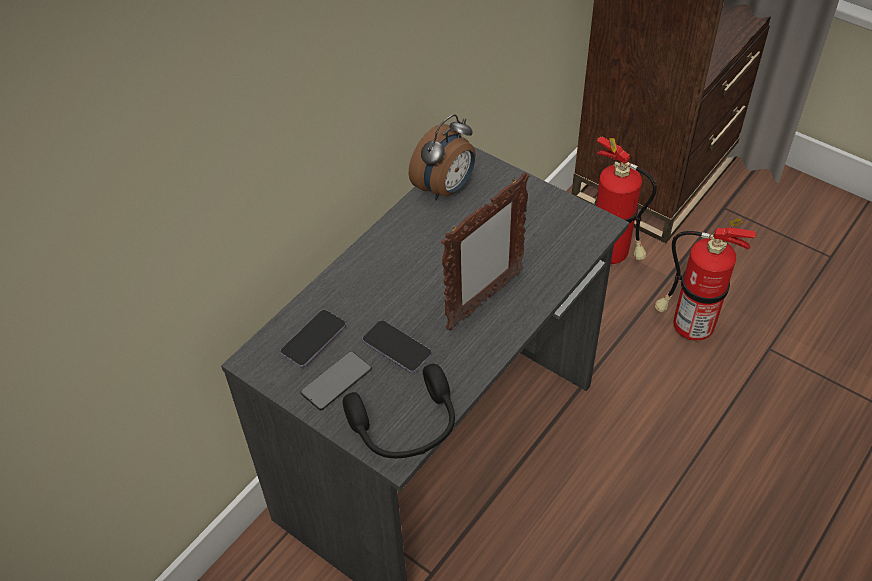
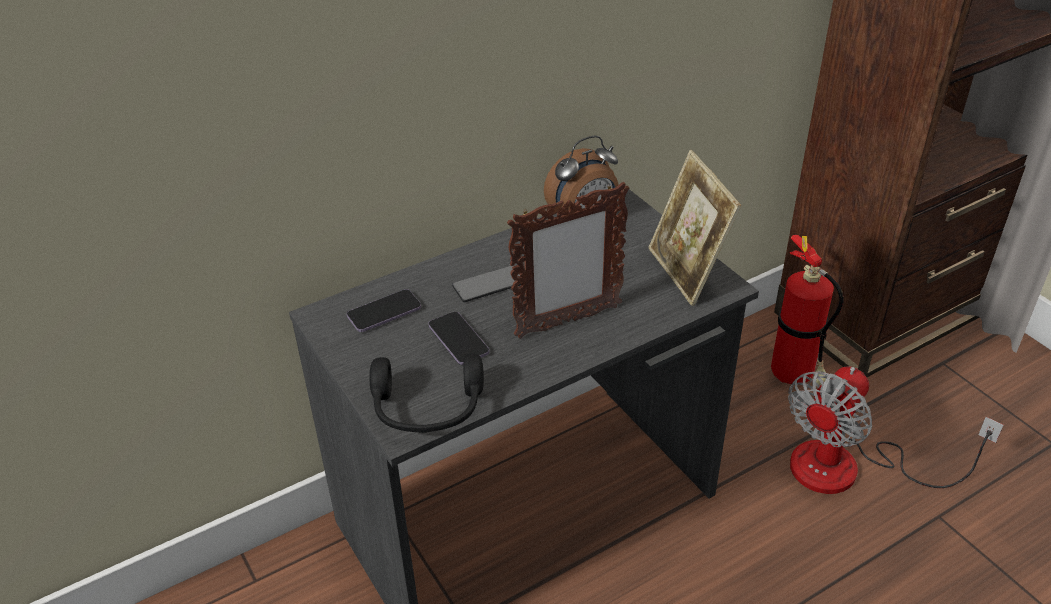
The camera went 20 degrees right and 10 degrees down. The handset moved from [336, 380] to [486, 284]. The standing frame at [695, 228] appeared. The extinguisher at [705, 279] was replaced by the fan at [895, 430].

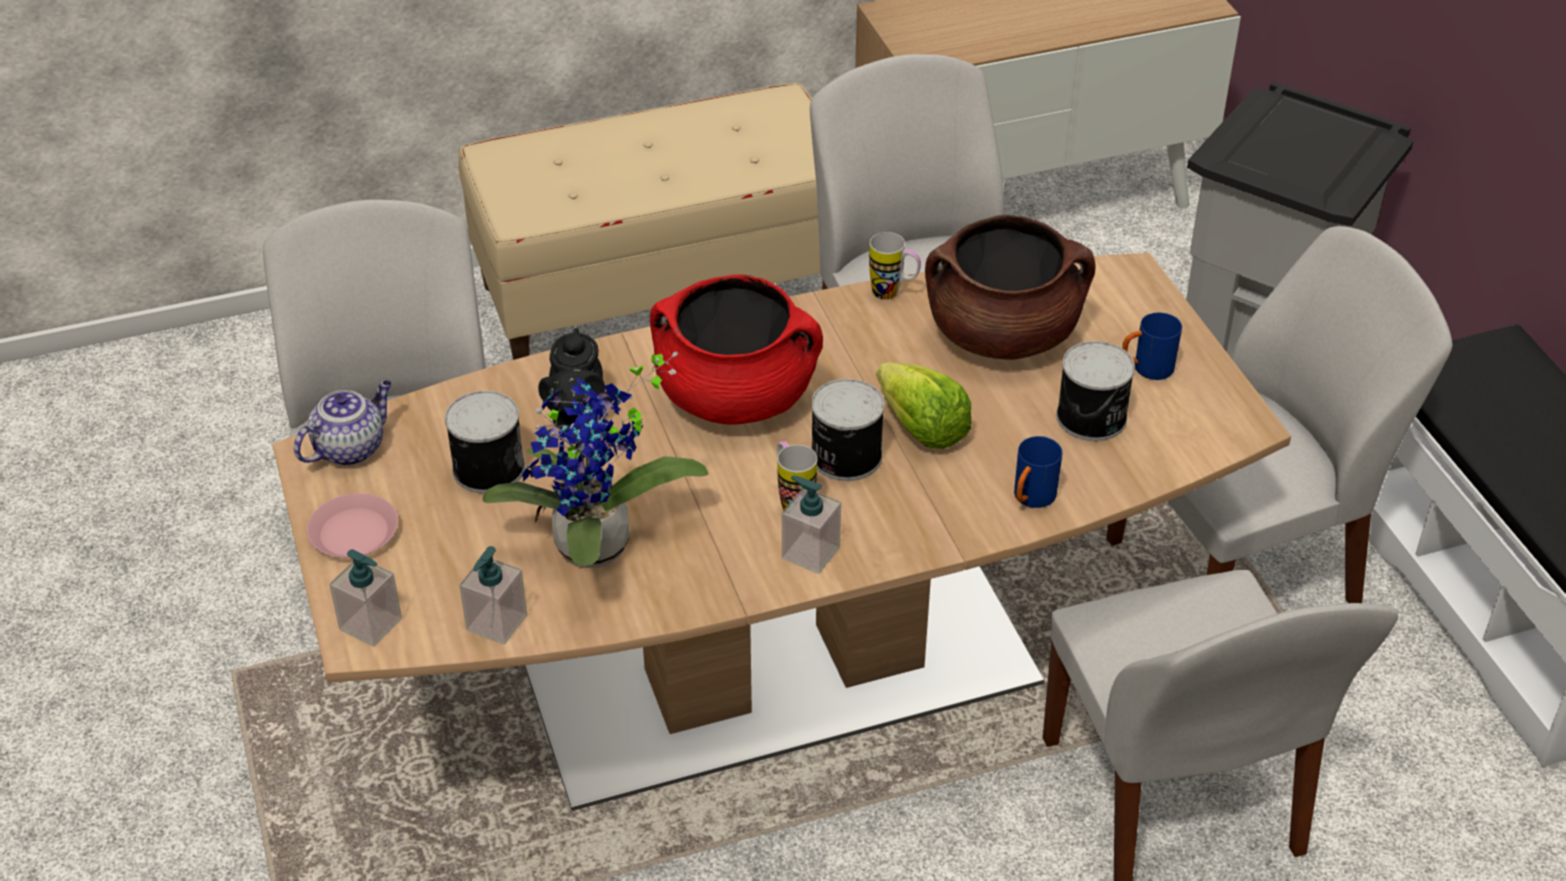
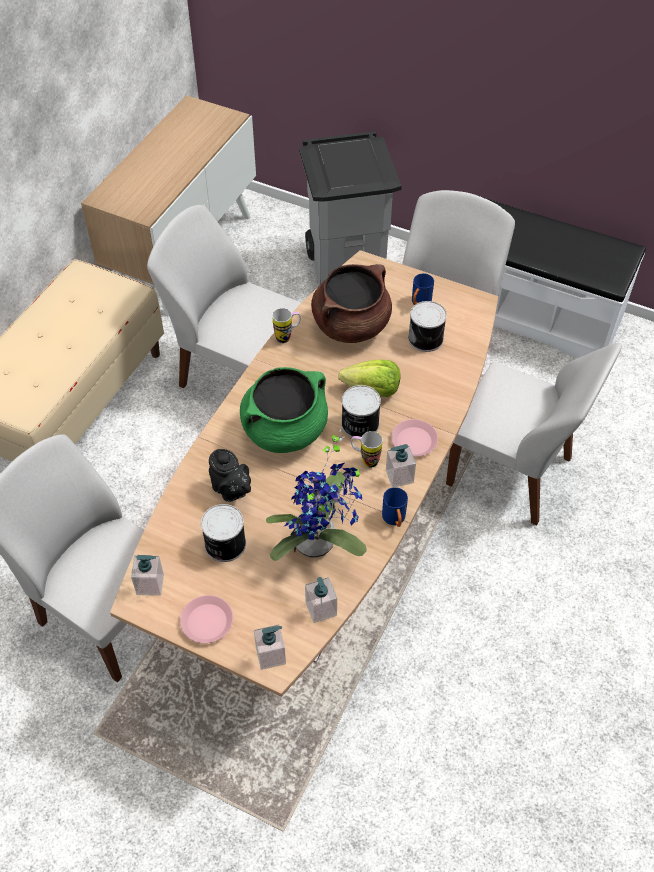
The camera went 45 degrees left and 10 degrees up. The teapot at [343, 423] was replaced by the soap bottle at [147, 575]. The red-coloured stockpot at [736, 349] became the green-coloured stockpot at [284, 410]. The blue coffee mug moved from [1038, 472] to [395, 507]. The pink-coloured flat dish at [414, 438] appeared.

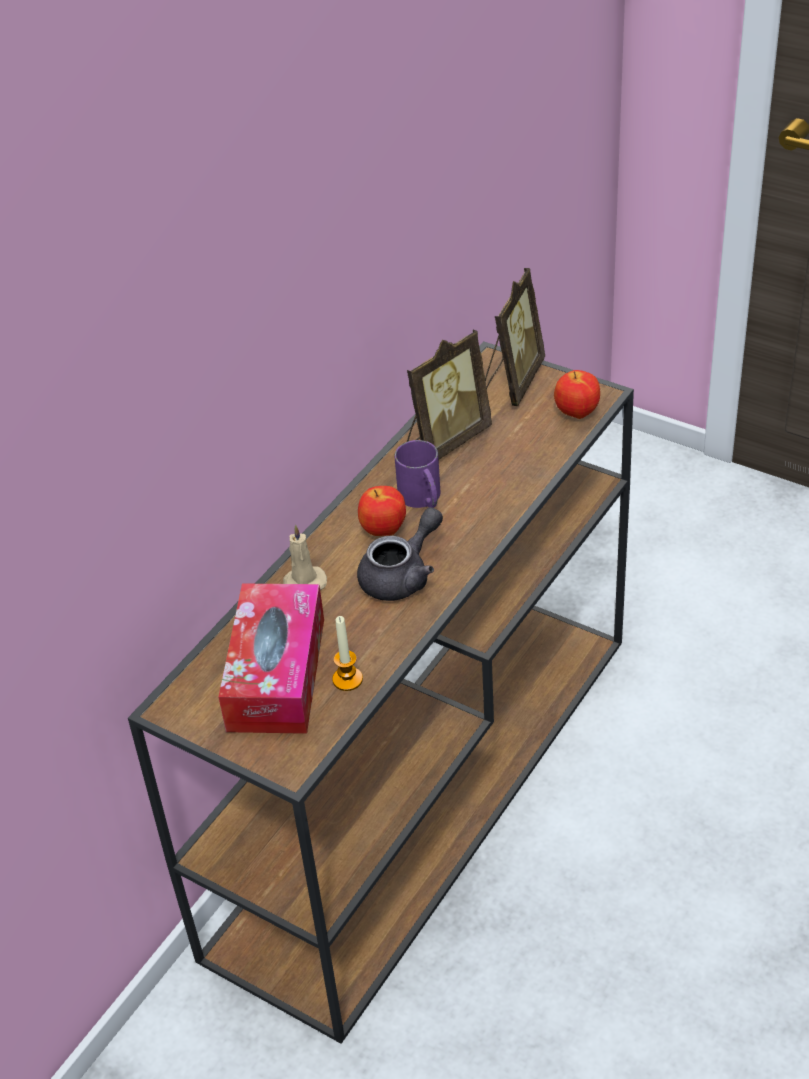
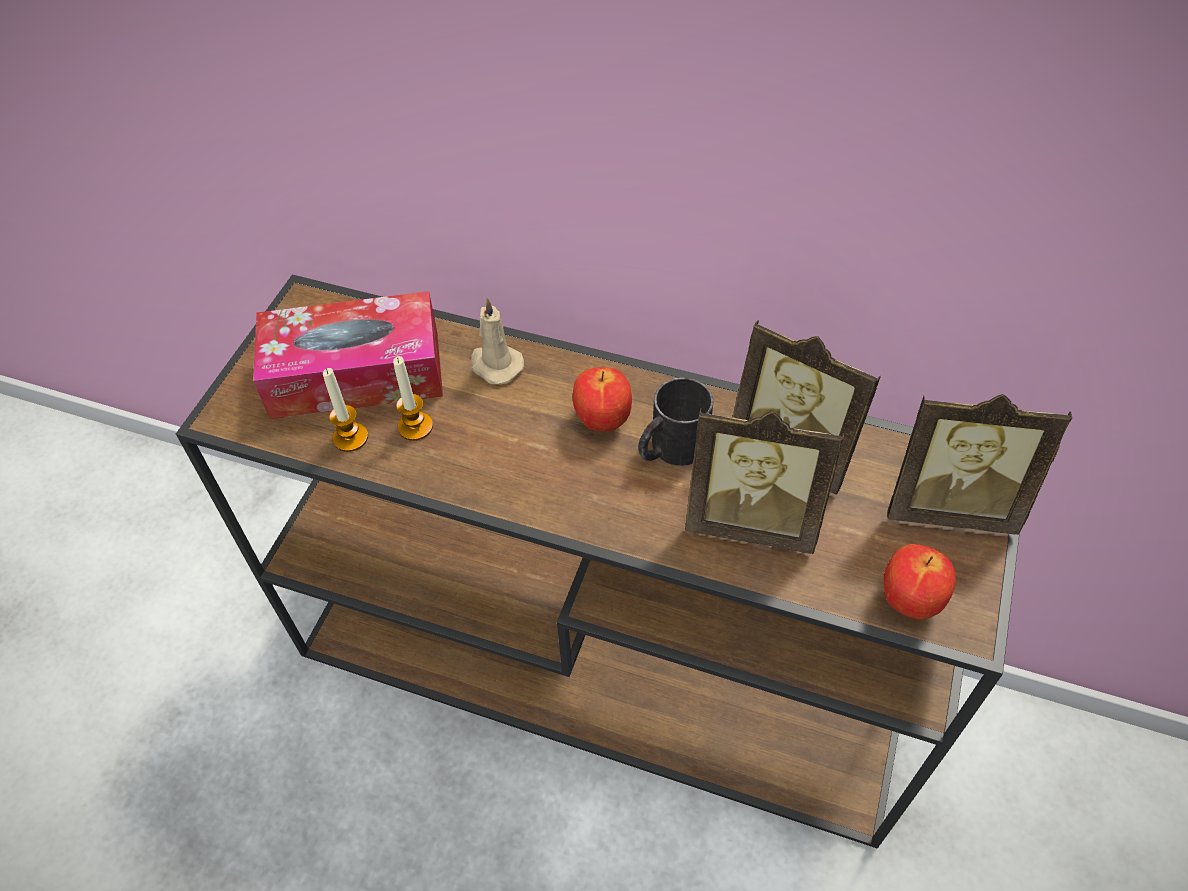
The camera went 75 degrees right and 10 degrees up. The wax candle at [413, 398] appeared. The purplish coffee mug at [417, 474] became the blackish coffee mug at [676, 421]. The standing frame at [764, 481] appeared. The grey teapot at [400, 554] disappeared.

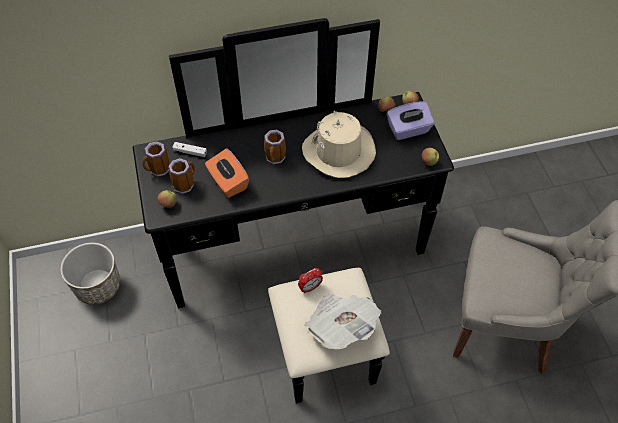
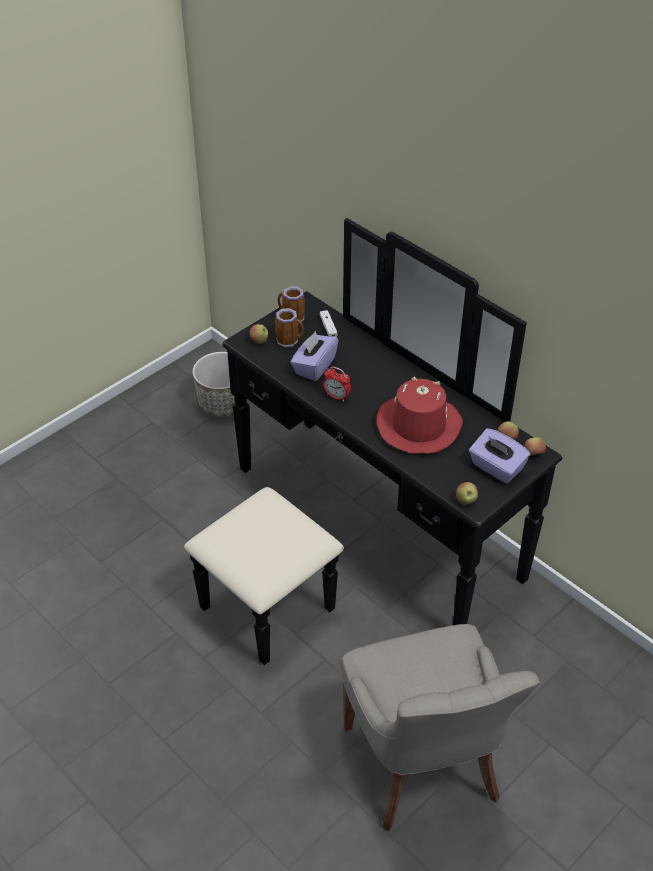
The camera went 60 degrees right and 10 degrees down. The orange-coloured tissue box at [227, 173] became the purplish tissue box at [314, 356]. The alarm clock moved from [310, 280] to [337, 384]. The beige-coloured hat at [339, 144] became the red-coloured hat at [420, 415]. The coffee mug at [275, 146] disappeared. The printed paper at [342, 321] disappeared.

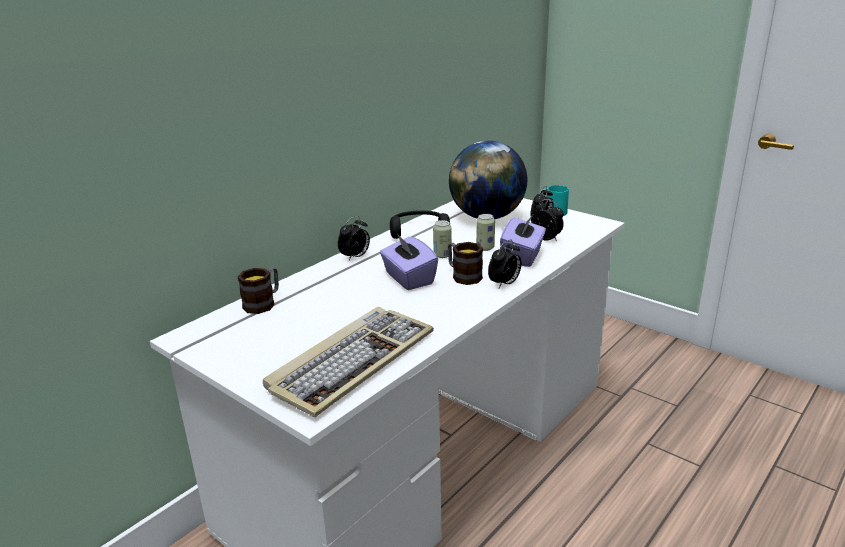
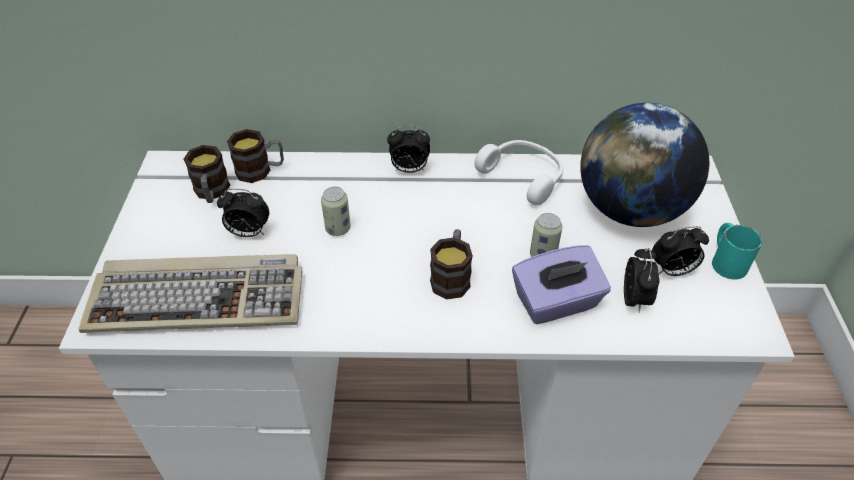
The camera went 50 degrees right and 20 degrees up. The coffee mug at [207, 174] appeared. The alarm clock moved from [504, 264] to [243, 213]. The sealed can moved from [442, 239] to [336, 211]. The blackish pair of headphones at [420, 225] became the white pair of headphones at [518, 172]. The purplish tissue box at [409, 262] disappeared.

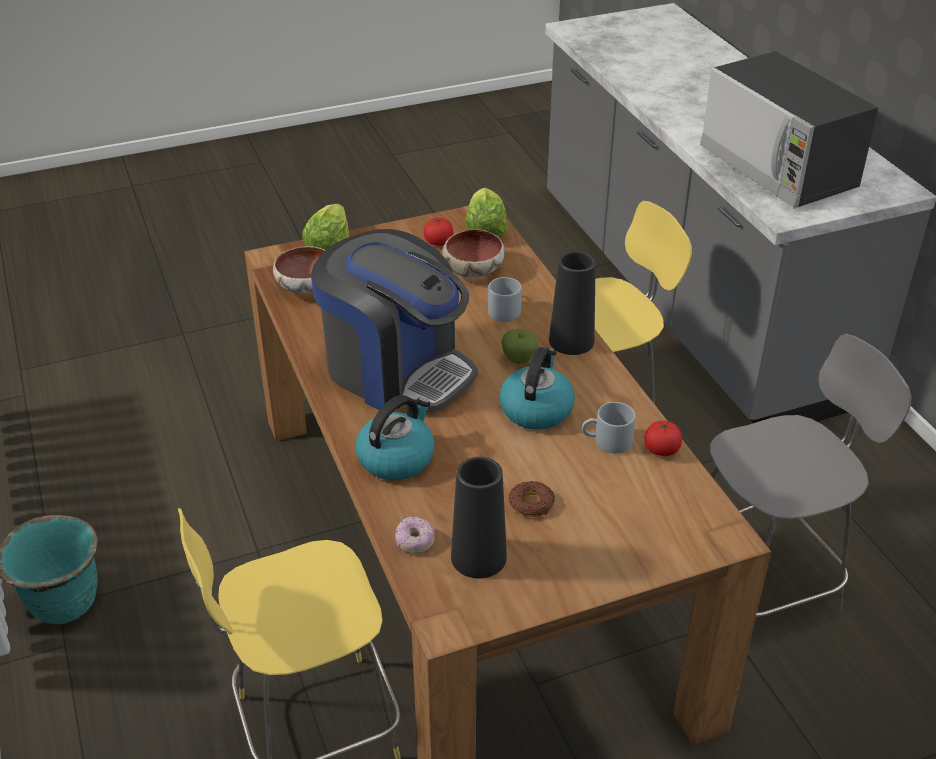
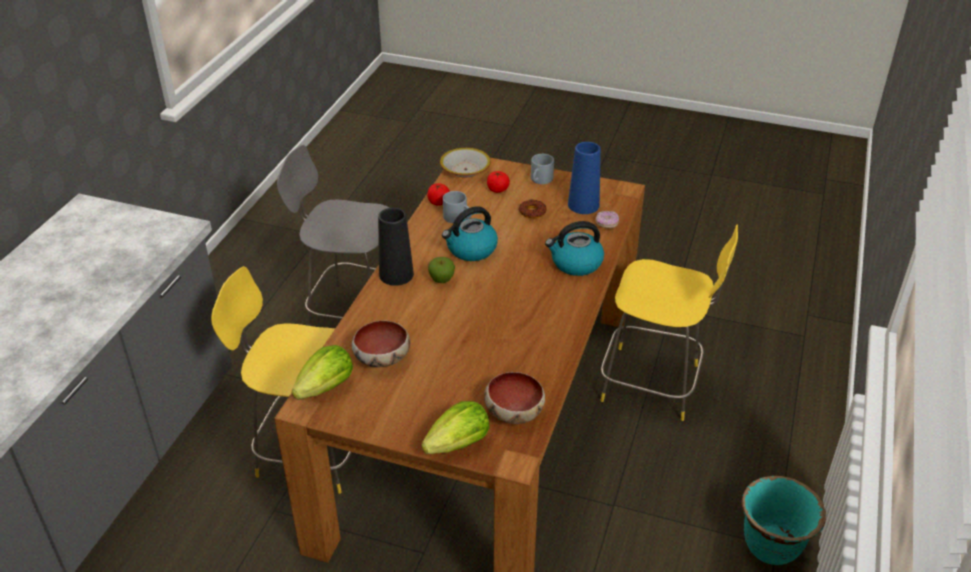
The camera went 140 degrees left and 0 degrees up. The bowl at [465, 163] appeared. The fresh tomato moved from [438, 231] to [498, 182]. The grey coffee mug moved from [505, 299] to [542, 169]. The blackish decorative vase at [479, 517] became the blue decorative vase at [584, 178]. The coffee brewer at [394, 320] disappeared. The microwave oven at [789, 129] disappeared.

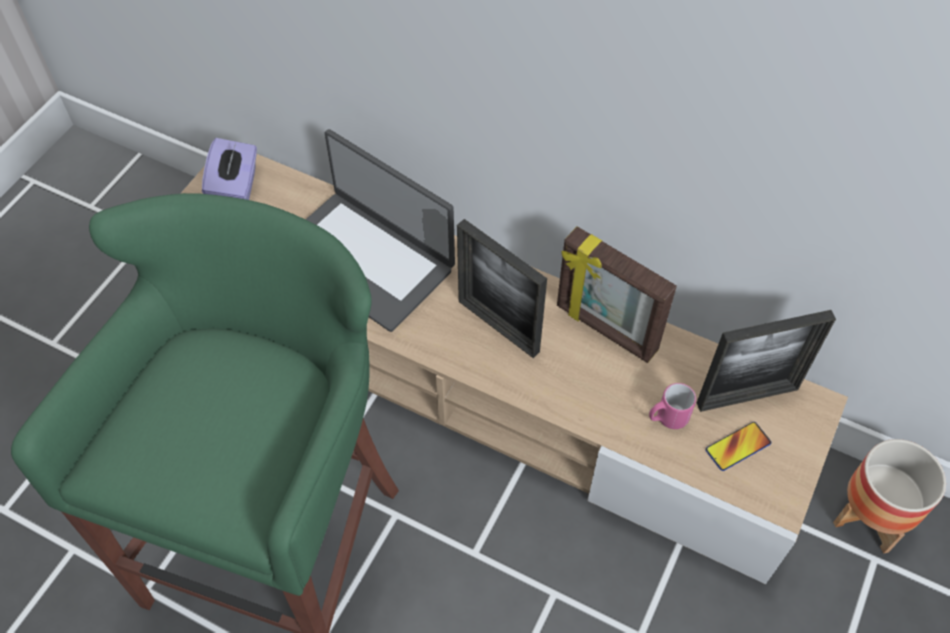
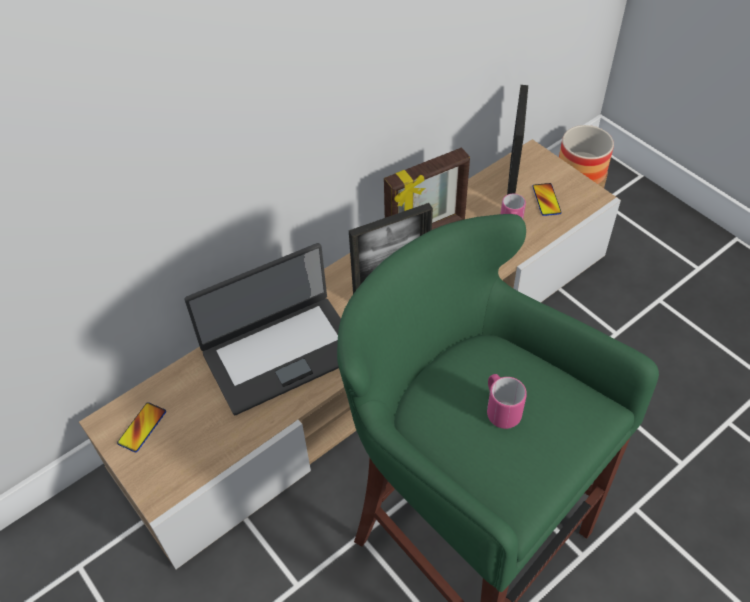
The camera went 65 degrees left and 5 degrees down. The purplish tissue box at [229, 169] was replaced by the handset at [141, 427]. The pink-coloured coffee mug at [507, 401] appeared.

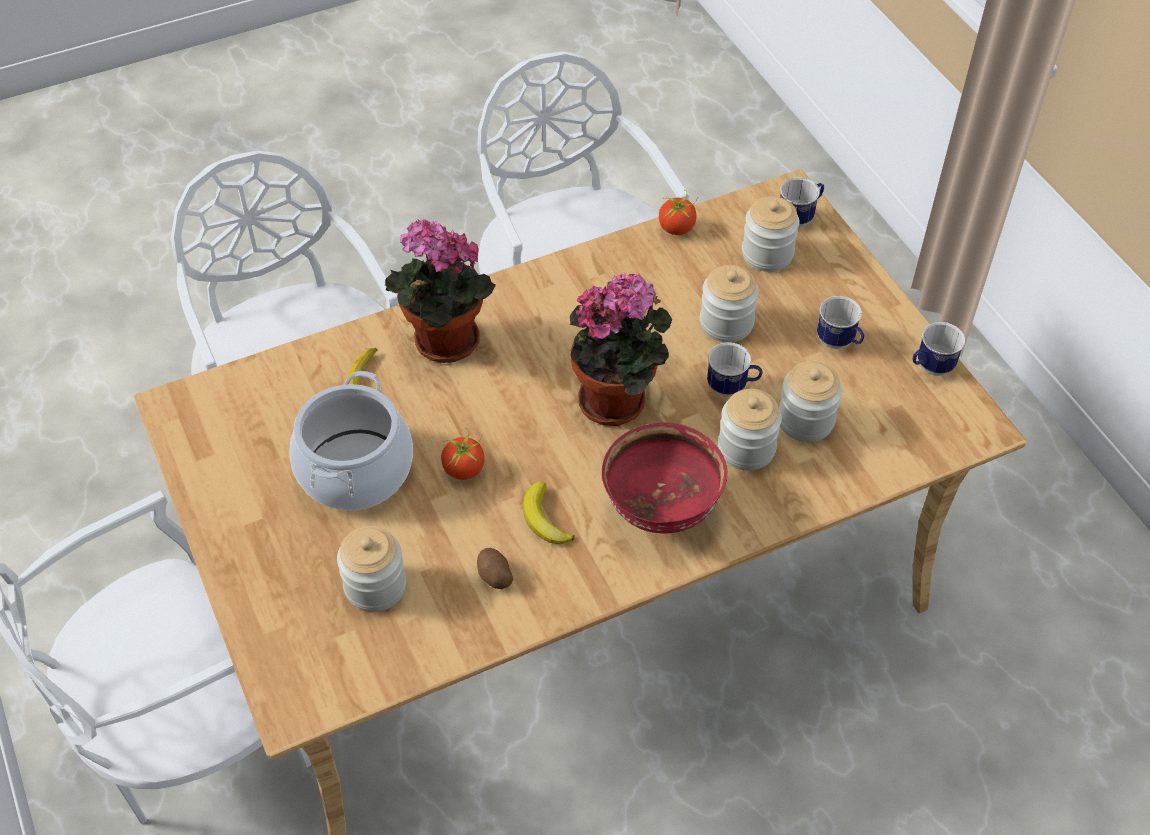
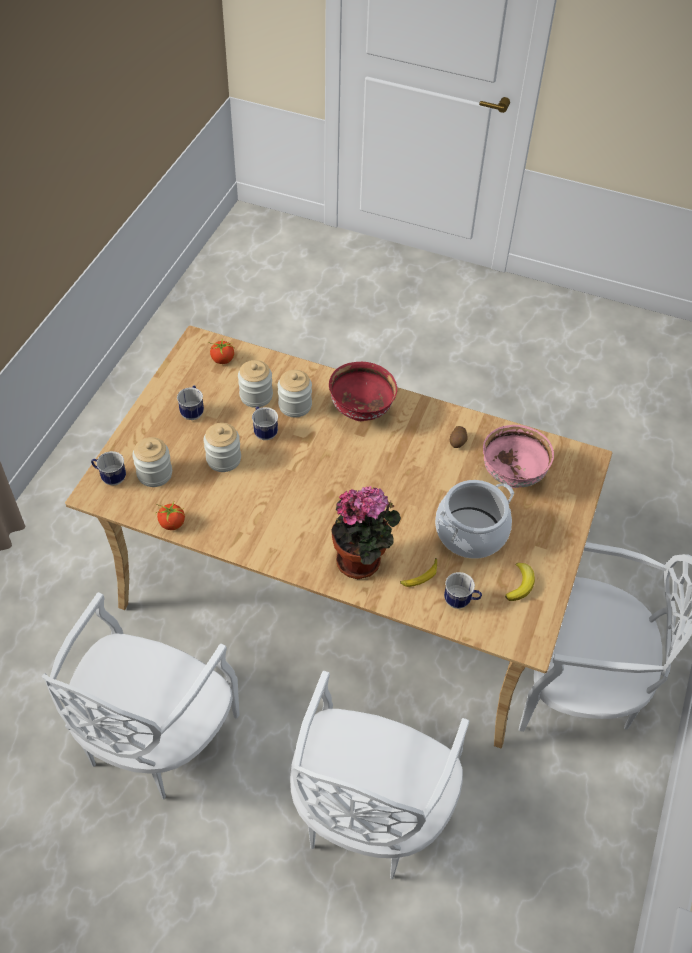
The camera went 135 degrees left and 0 degrees up. The fresh tomato moved from [463, 453] to [221, 351]. The coffee mug moved from [939, 349] to [463, 590]. The storage jar at [371, 569] was replaced by the pink-coloured bowl at [518, 456]. The banana fruit moved from [549, 512] to [520, 582]. The potted plant at [621, 349] disappeared.

